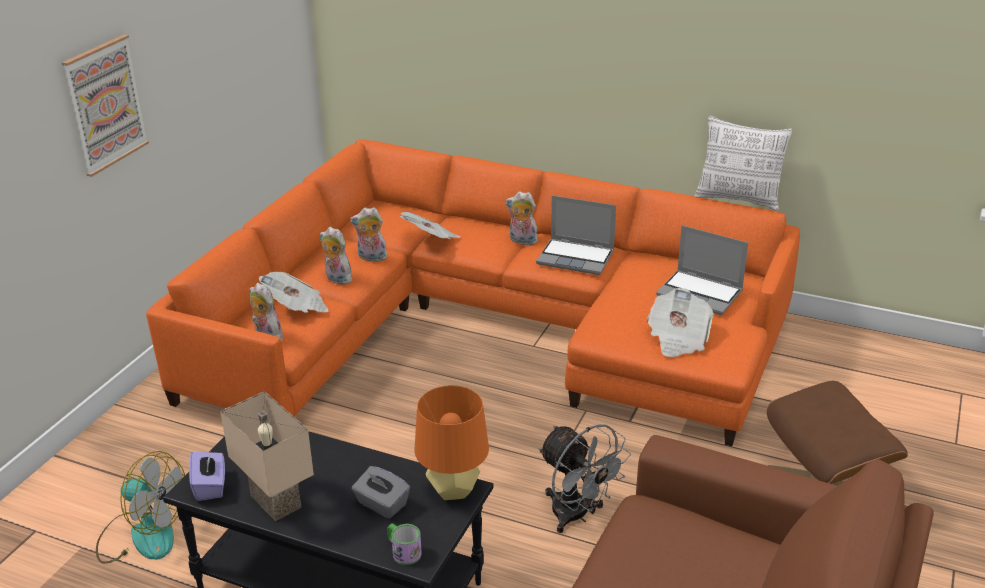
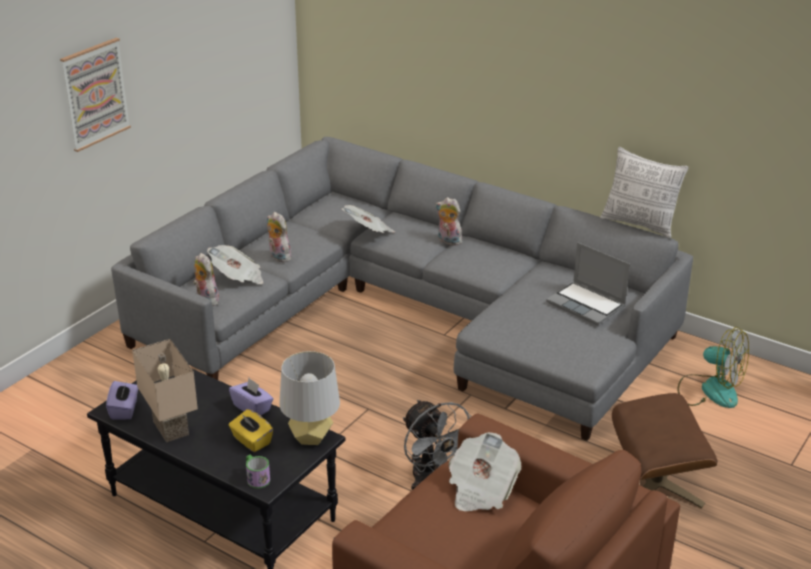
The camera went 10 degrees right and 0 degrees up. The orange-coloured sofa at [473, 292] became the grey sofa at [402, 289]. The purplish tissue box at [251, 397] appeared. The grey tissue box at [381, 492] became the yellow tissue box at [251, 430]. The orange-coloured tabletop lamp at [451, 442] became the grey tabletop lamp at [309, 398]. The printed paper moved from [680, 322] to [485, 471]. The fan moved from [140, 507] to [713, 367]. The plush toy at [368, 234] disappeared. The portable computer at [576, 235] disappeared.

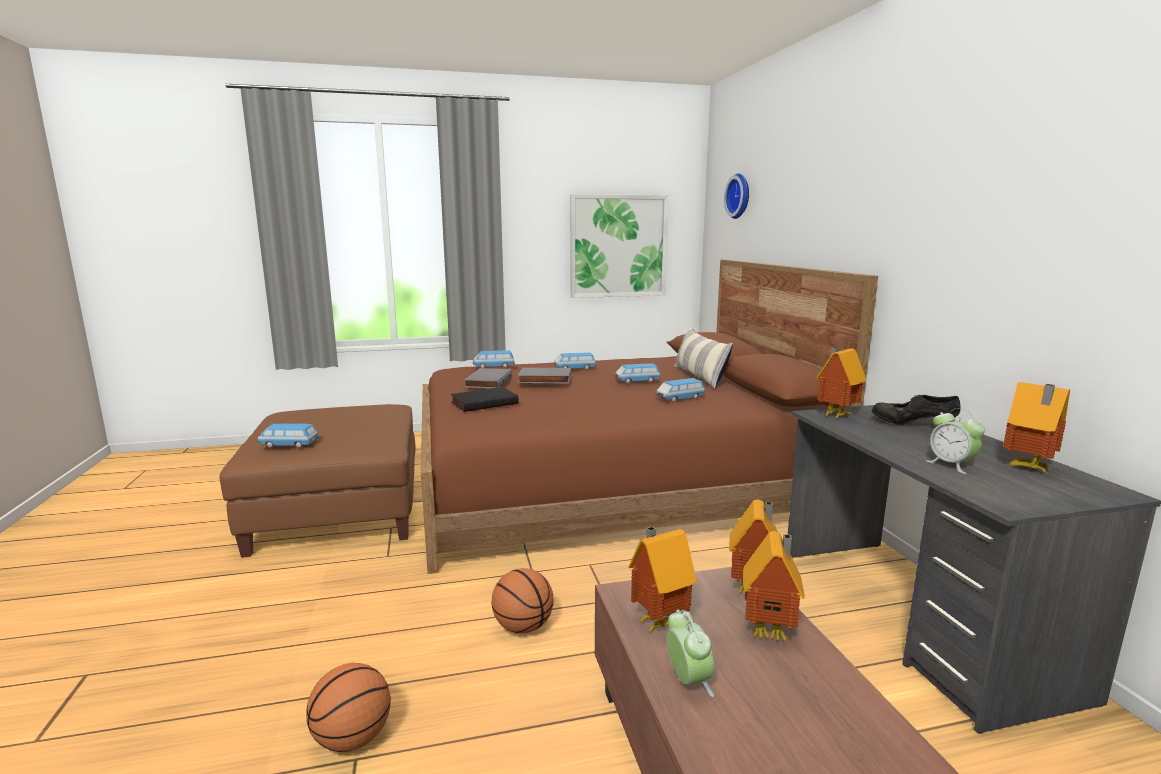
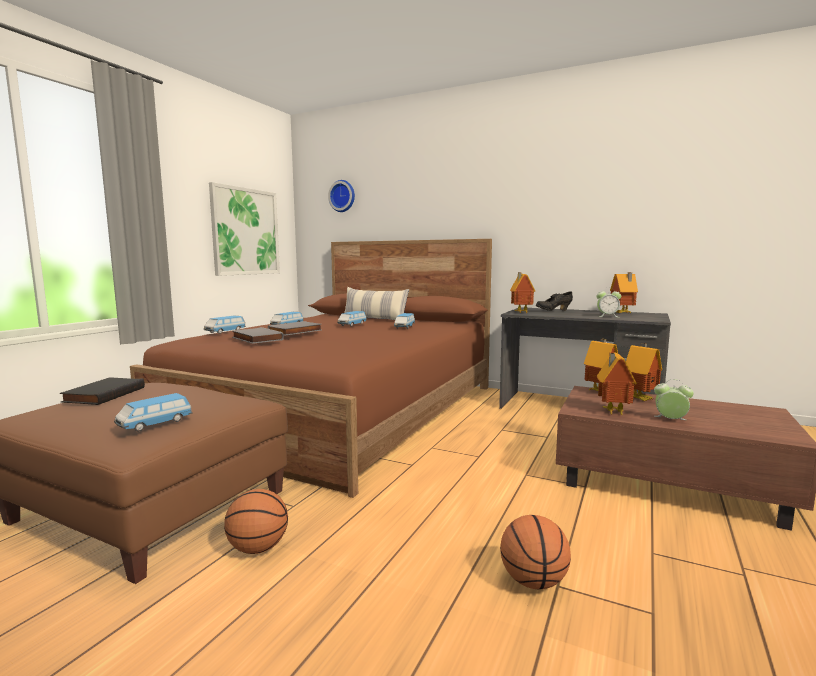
The camera went 50 degrees left and 5 degrees down. The blackish bound book moved from [484, 399] to [102, 391]. The basketball ball moved from [523, 600] to [256, 521].

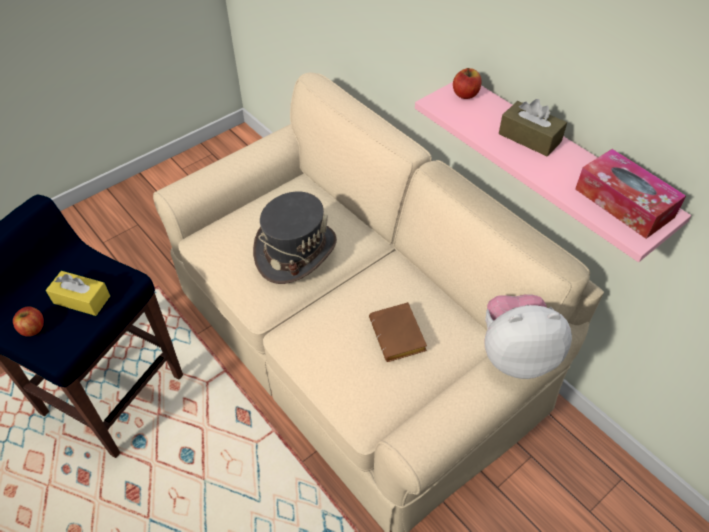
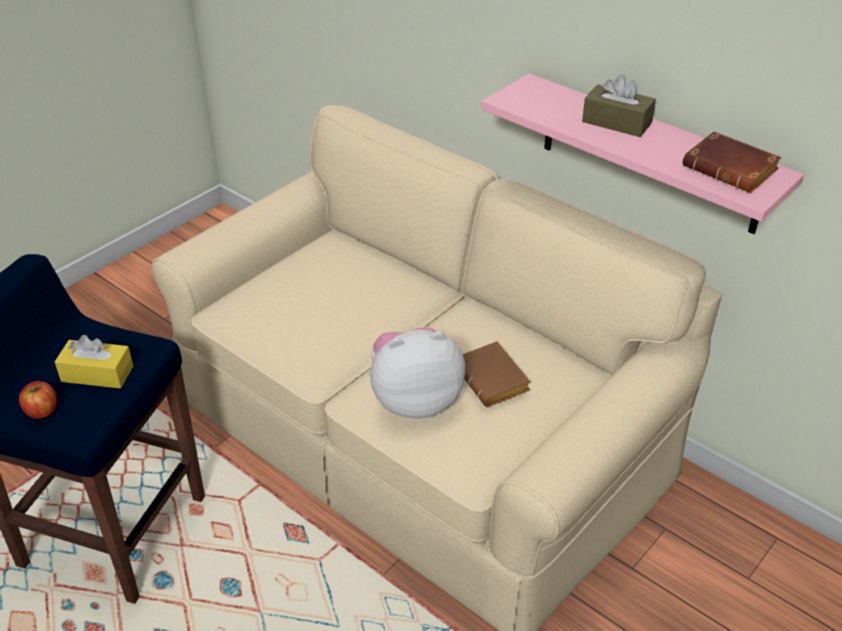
The camera went 10 degrees left and 10 degrees down. The plush toy moved from [528, 336] to [418, 373]. The tissue box at [630, 194] was replaced by the brownish bound book at [731, 162]. The grey hat at [295, 238] disappeared. The whole apple at [467, 83] disappeared.

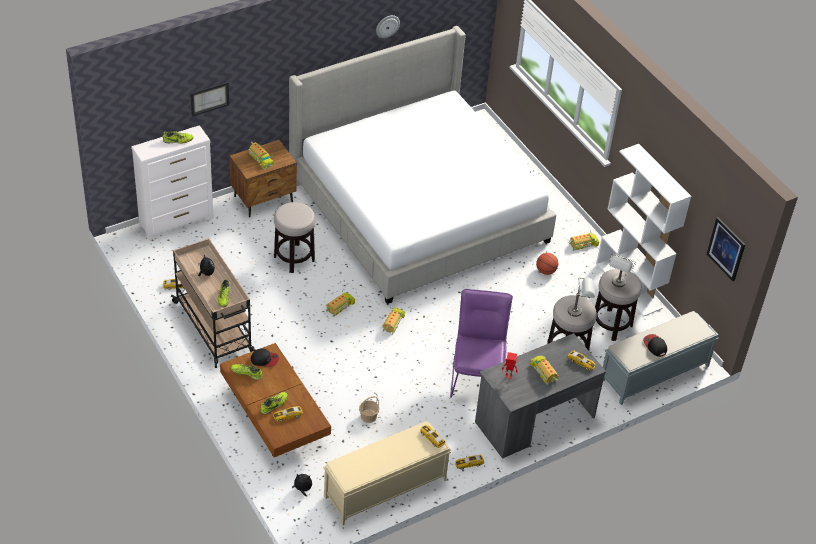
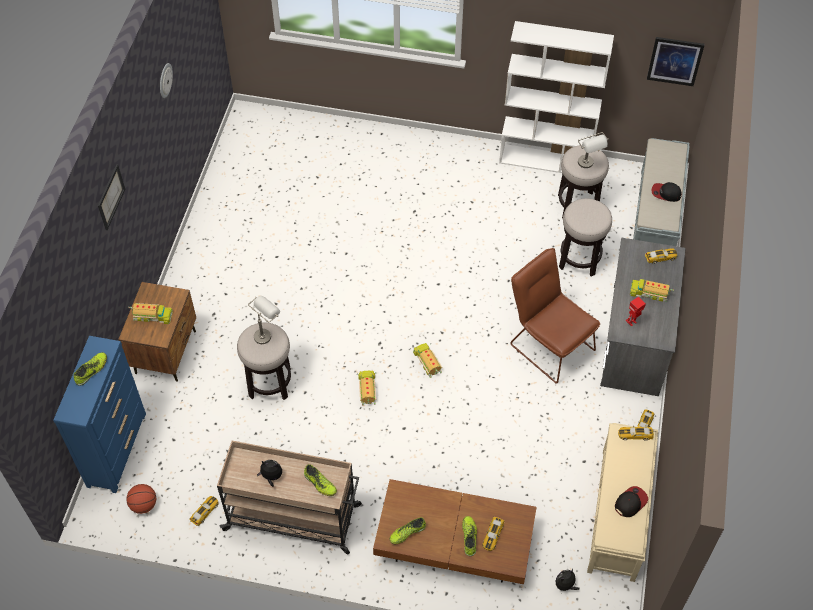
The camera went 45 degrees left and 10 degrees up. The white chest of drawers at [172, 182] became the blue chest of drawers at [99, 414]. The wall art moved from [209, 99] to [111, 197]. The basketball ball moved from [547, 264] to [141, 499]. The grey tabletop lamp moved from [581, 297] to [264, 320]. The purplish plain chair at [481, 343] became the brownish plain chair at [555, 316]. The baseball cap moved from [265, 357] to [631, 501]. The bedroom bed at [422, 165] disappeared. The household basket at [369, 409] disappeared. The model truck at [584, 241] disappeared.

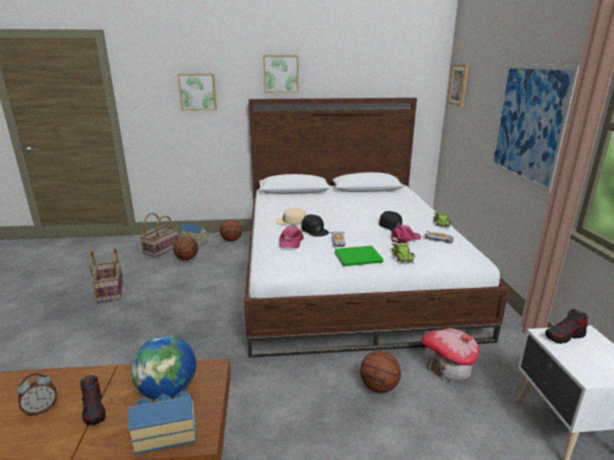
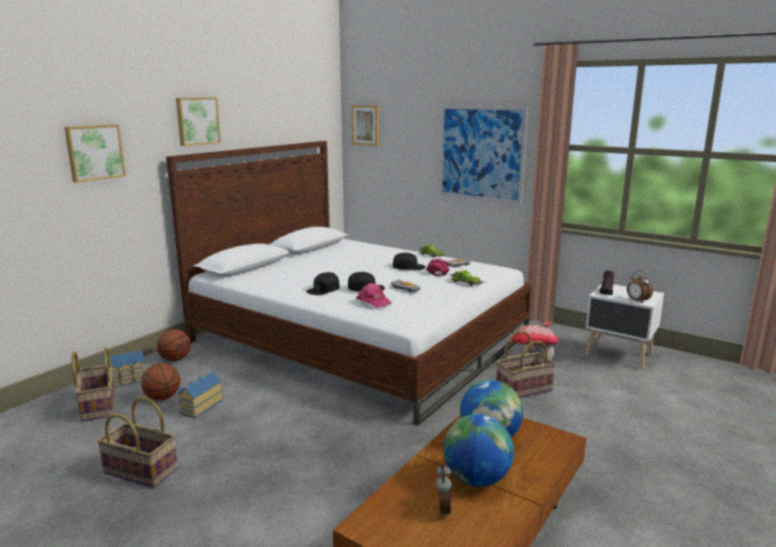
The camera went 50 degrees left and 5 degrees down. The model house moved from [162, 423] to [200, 394]. The beige-coloured baseball cap at [290, 216] became the blackish baseball cap at [323, 283]. The low shoe at [93, 400] was replaced by the world globe at [478, 450]. The basketball ball at [380, 372] was replaced by the household basket at [526, 364]. The alarm clock at [640, 286] appeared. The green-coloured bound book at [358, 256] disappeared.

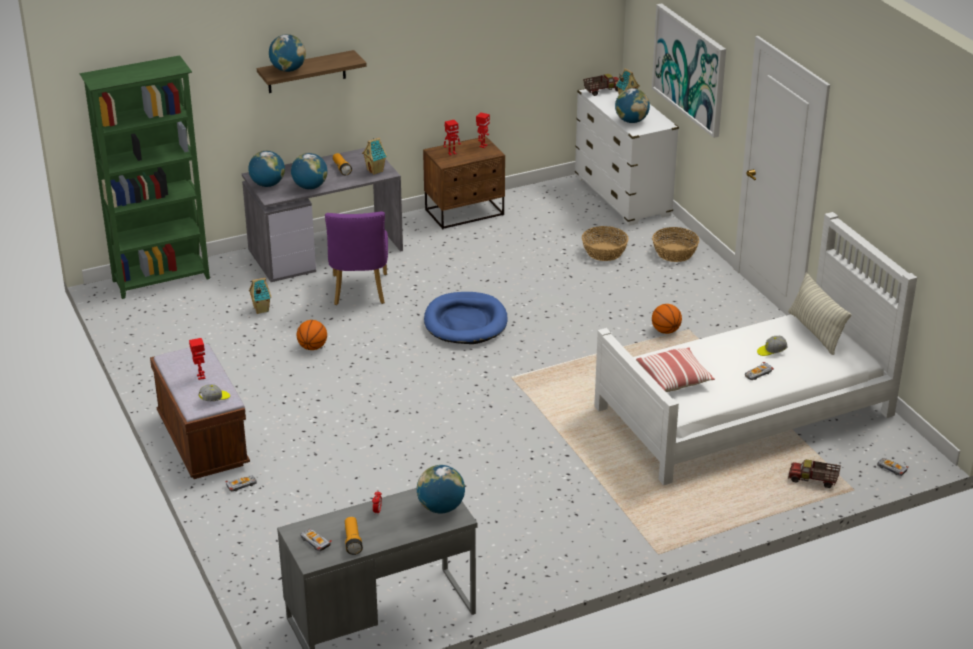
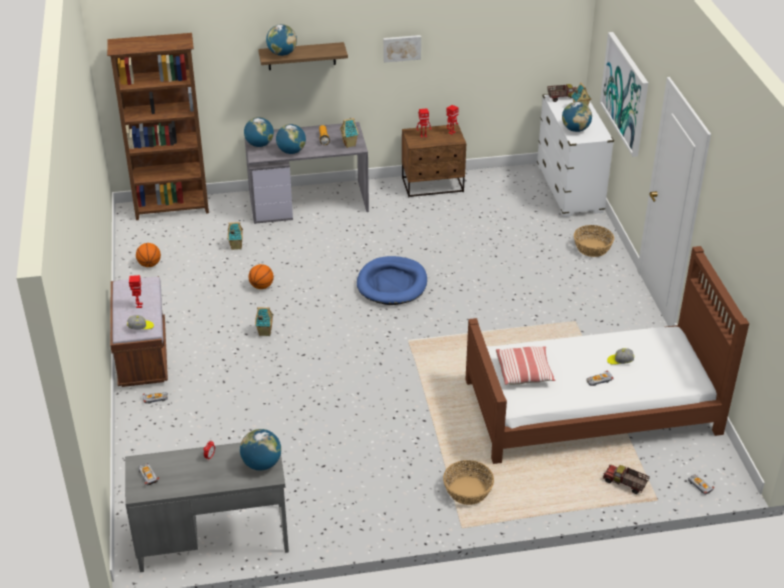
The camera went 15 degrees right and 5 degrees up. The green-coloured bookshelf at [145, 177] became the brownish bookshelf at [158, 126]. The basketball ball moved from [667, 319] to [148, 255]. The model house at [264, 321] appeared. The wall art at [402, 49] appeared. The household basket moved from [605, 243] to [468, 482]. The white bedroom bed at [755, 348] became the brownish bedroom bed at [607, 355]. The purplish plain chair at [356, 258] disappeared. The torch at [354, 536] disappeared. The throw pillow at [819, 313] disappeared.

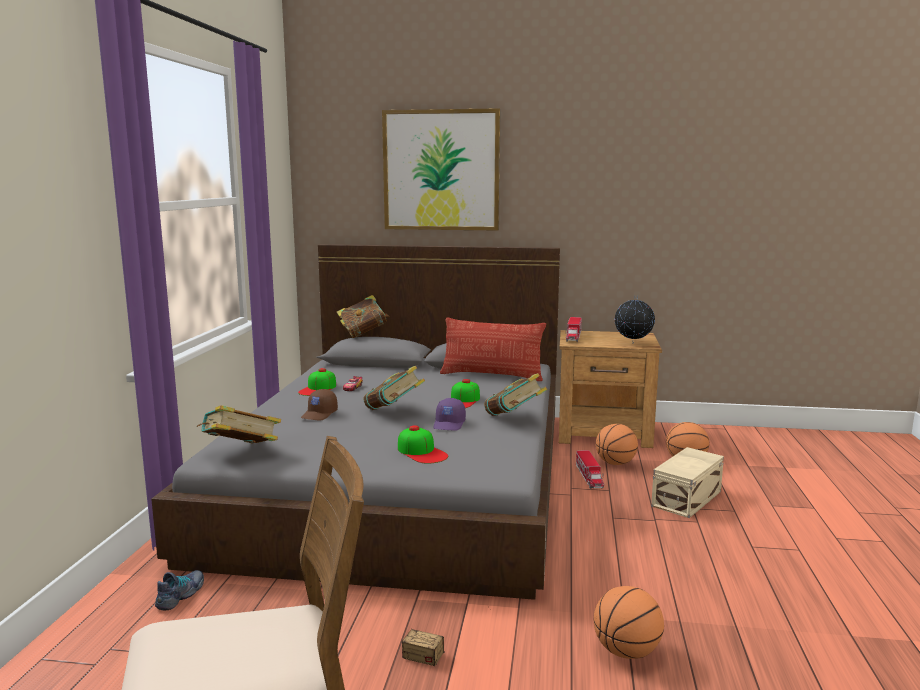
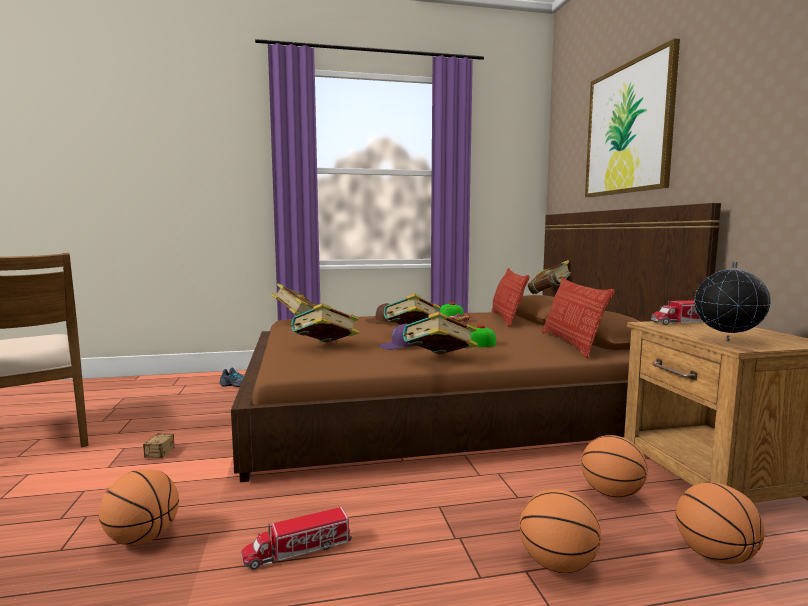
The camera went 70 degrees right and 5 degrees down. The grey bedroom bed at [355, 422] became the brownish bedroom bed at [476, 342]. The model truck moved from [590, 469] to [296, 538]. The baseball cap at [423, 444] was replaced by the bound book at [325, 323]. The throw pillow at [510, 297] appeared. The beige-coloured storage box at [687, 482] was replaced by the basketball ball at [560, 531].

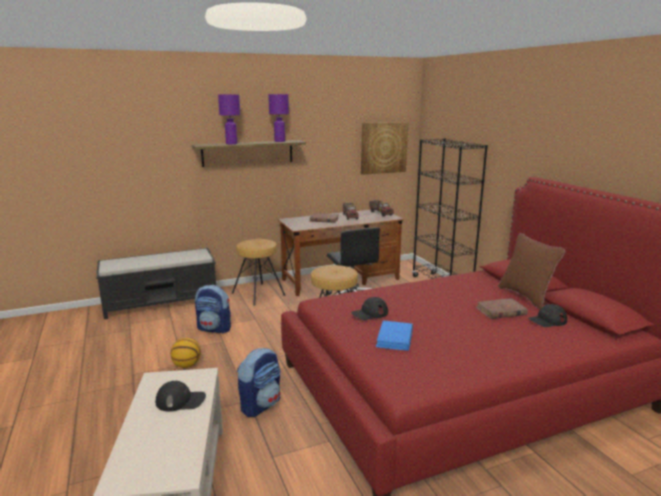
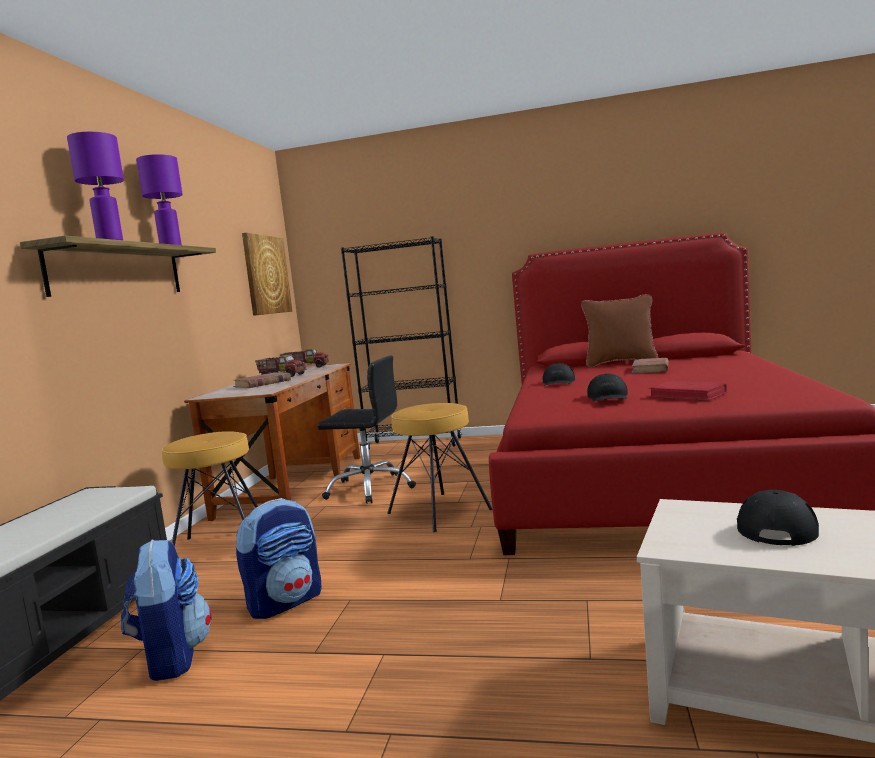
The camera went 55 degrees left and 10 degrees down. The rucksack moved from [259, 382] to [166, 610]. The blackish baseball cap moved from [547, 315] to [558, 374]. The blue bound book at [394, 336] became the red-coloured bound book at [688, 391]. The basketball ball at [186, 353] disappeared.

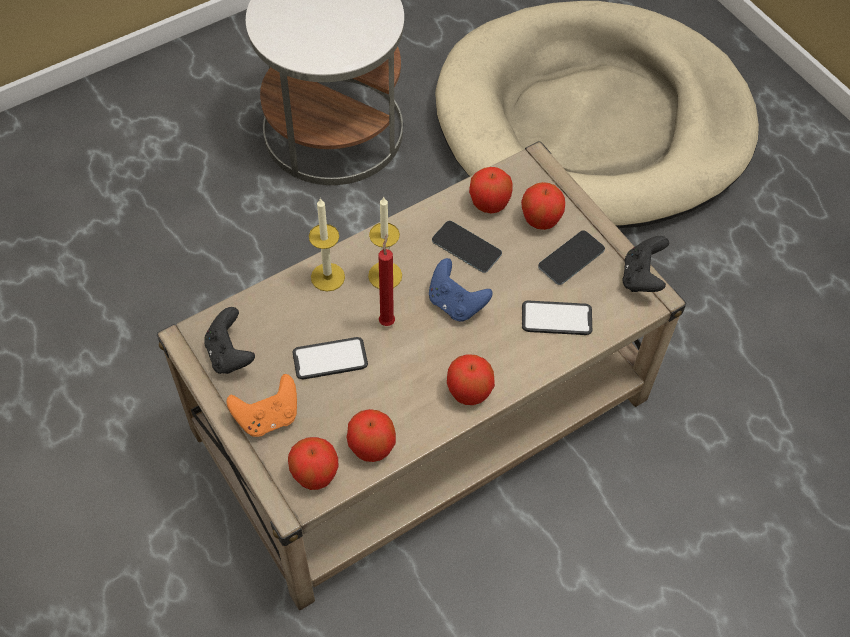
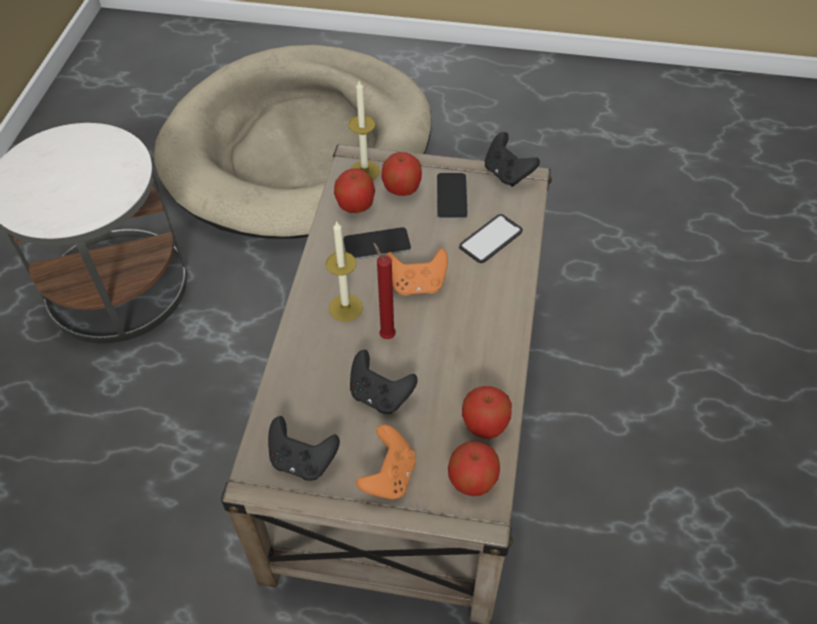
The camera went 45 degrees left and 5 degrees down. The wax candle moved from [327, 244] to [364, 130]. The handset at [330, 358] was replaced by the blackish game controller at [384, 382]. The blue game controller at [460, 290] became the orange-coloured game controller at [417, 272]. The whole apple at [471, 379] disappeared.

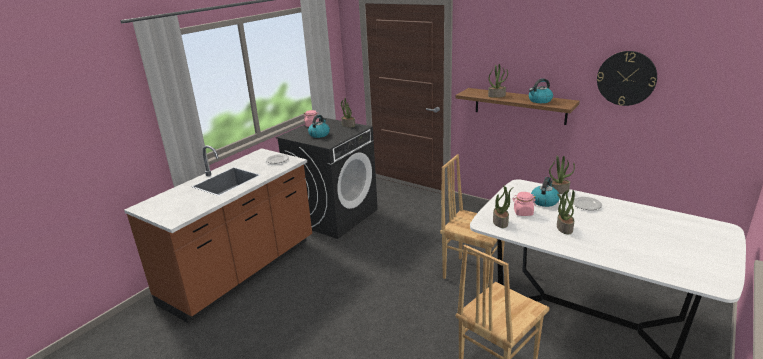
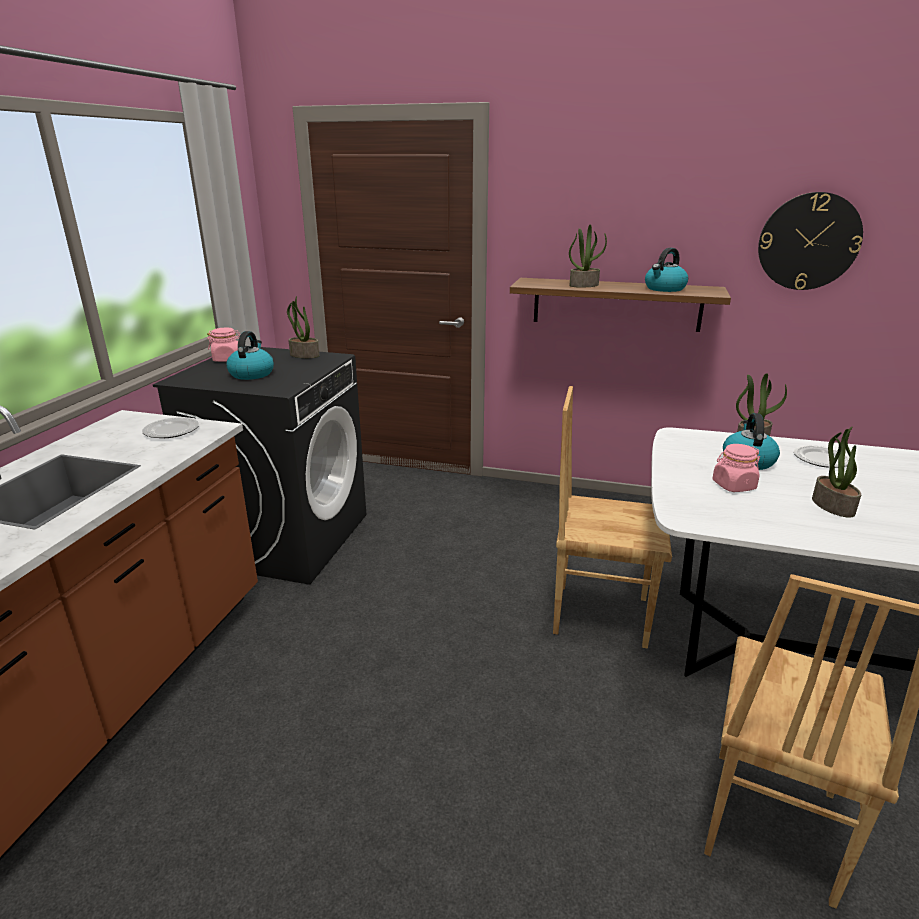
The camera went 20 degrees left and 0 degrees up. The potted plant at [503, 207] disappeared.

